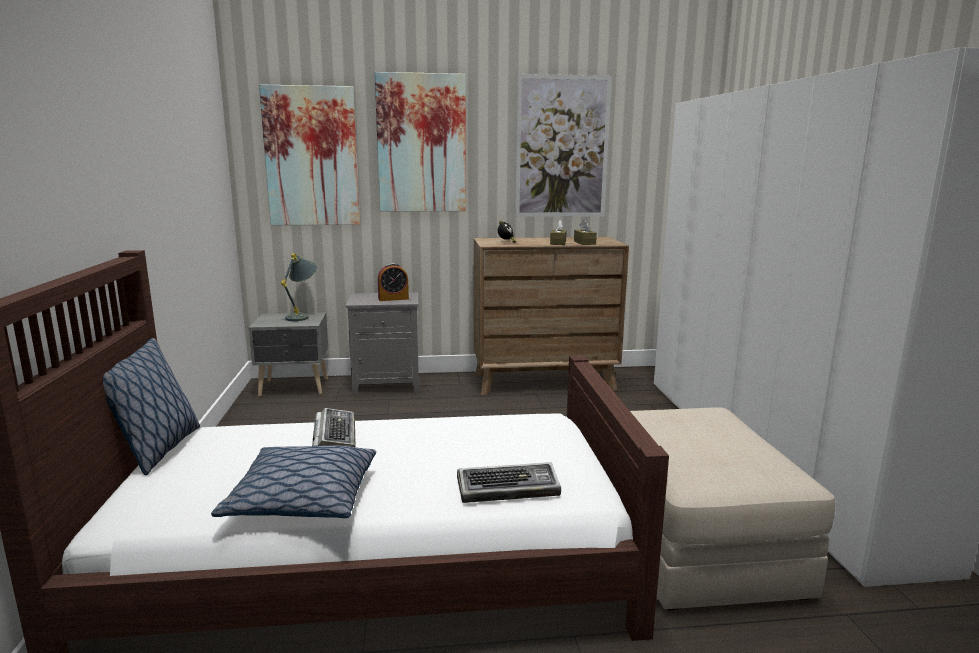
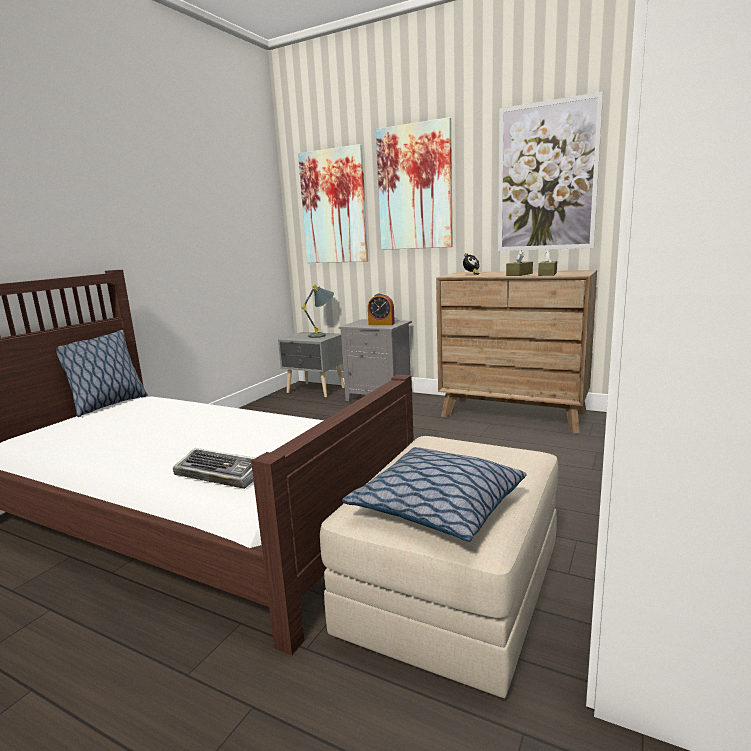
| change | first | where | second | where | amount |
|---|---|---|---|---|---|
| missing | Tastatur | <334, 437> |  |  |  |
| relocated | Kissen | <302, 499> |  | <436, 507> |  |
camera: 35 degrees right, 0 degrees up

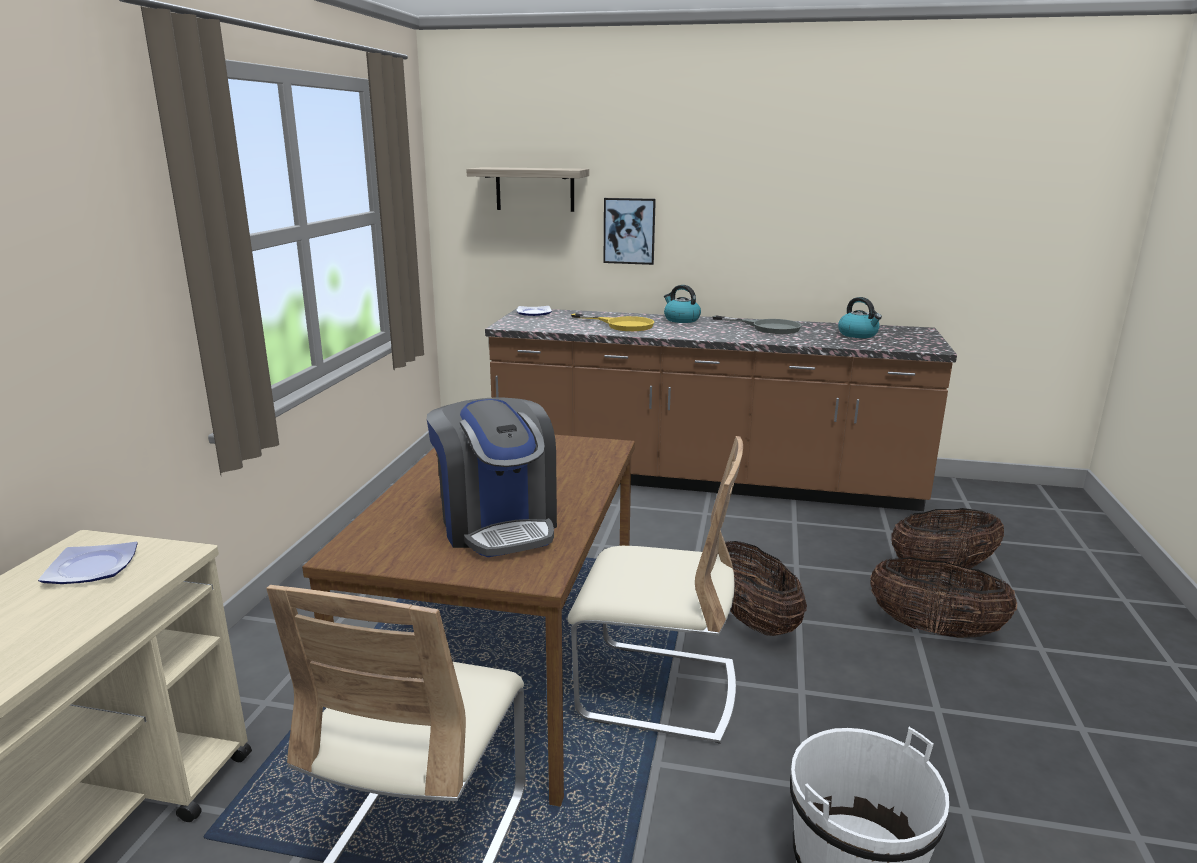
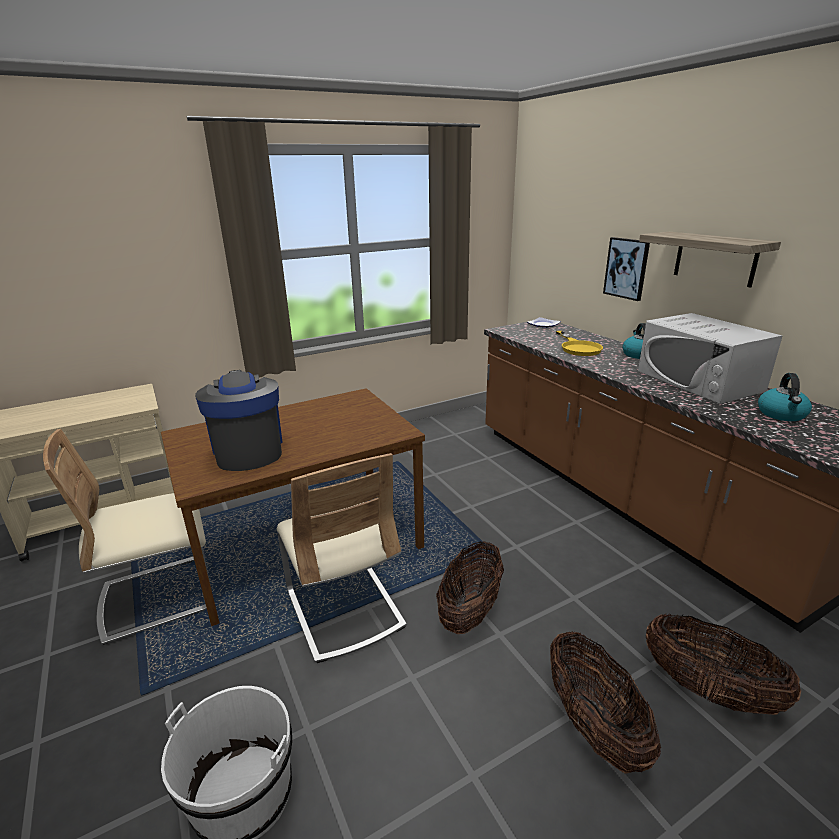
| change | first | where | second | where | amount |
|---|---|---|---|---|---|
| relocated | Wandregal | <535, 189> |  | <715, 258> |  |
| exchanged | Pfanne/grau | <767, 327> | Mikrowelle/weiß | <698, 381> |  |
| spun | Kaffeemaschine | <497, 524> |  | <248, 450> | 135 degrees clockwise |
| missing | Teller | <89, 569> |  |  |  |
camera: 50 degrees right, 5 degrees up

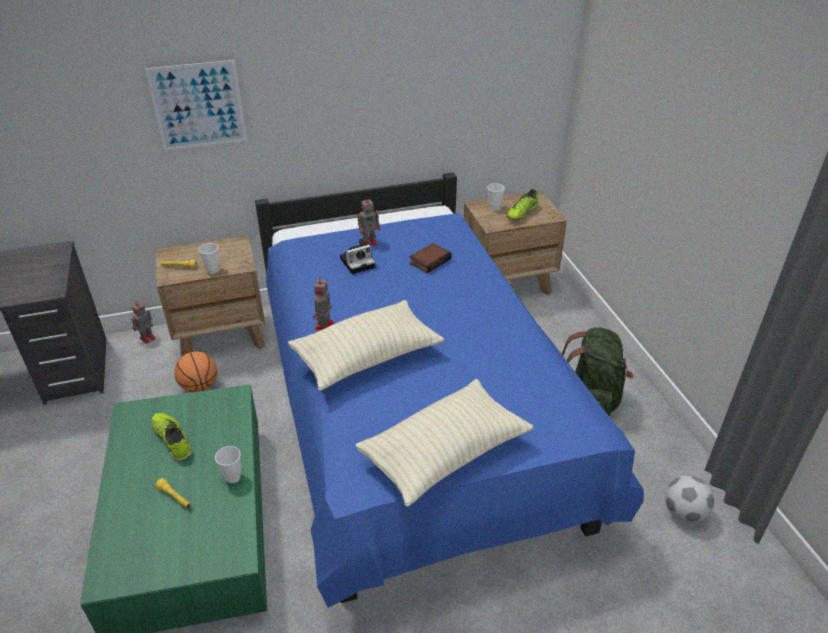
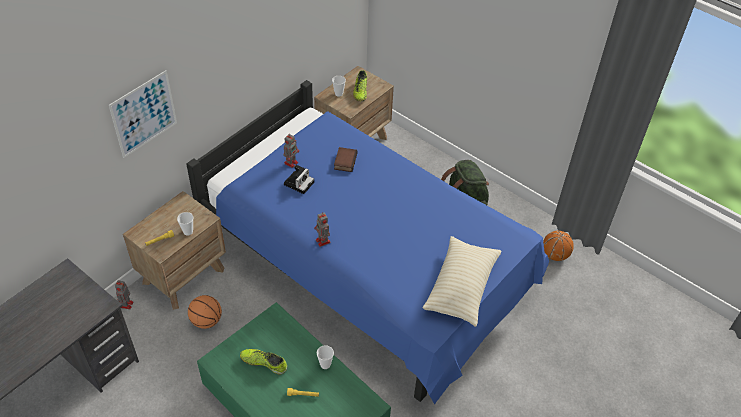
| change | first | where | second | where | amount |
|---|---|---|---|---|---|
| missing | Kissen/beige | <367, 357> |  |  |  |
| exchanged | Fußball | <684, 512> | Basketball | <555, 255> |  |
camera: 35 degrees left, 10 degrees up

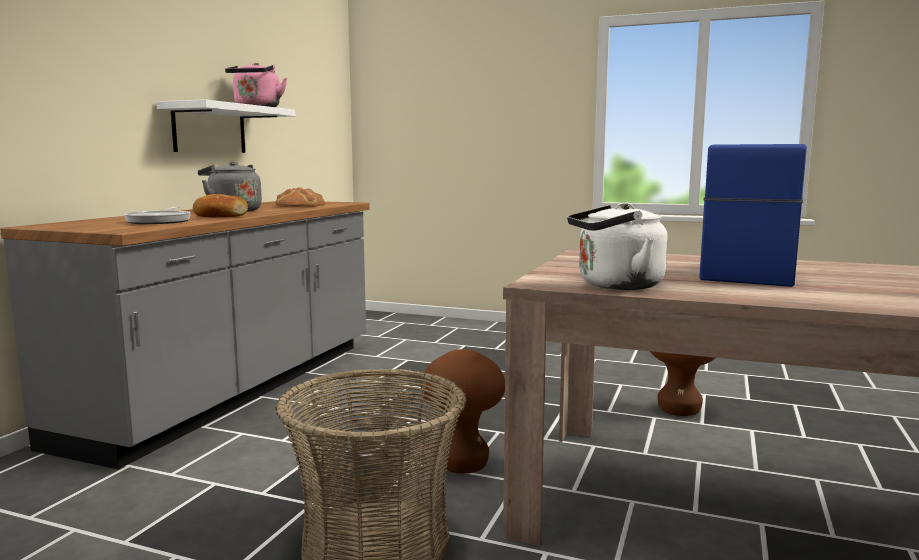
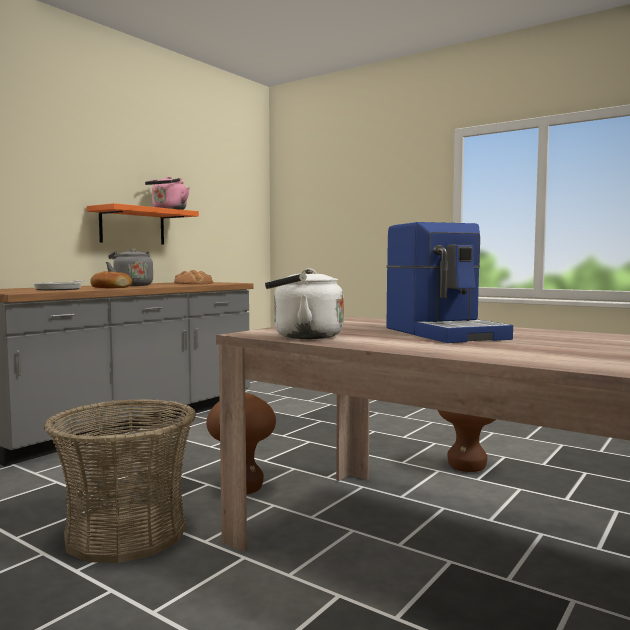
| change | first | where | second | where | amount |
|---|---|---|---|---|---|
| colour | Wandregal/weiß | <209, 129> | Wandregal/orange | <132, 226> |  |
| spun | Kaffeemaschine | <747, 272> |  | <445, 333> | 120 degrees clockwise |
camera: 15 degrees right, 5 degrees down

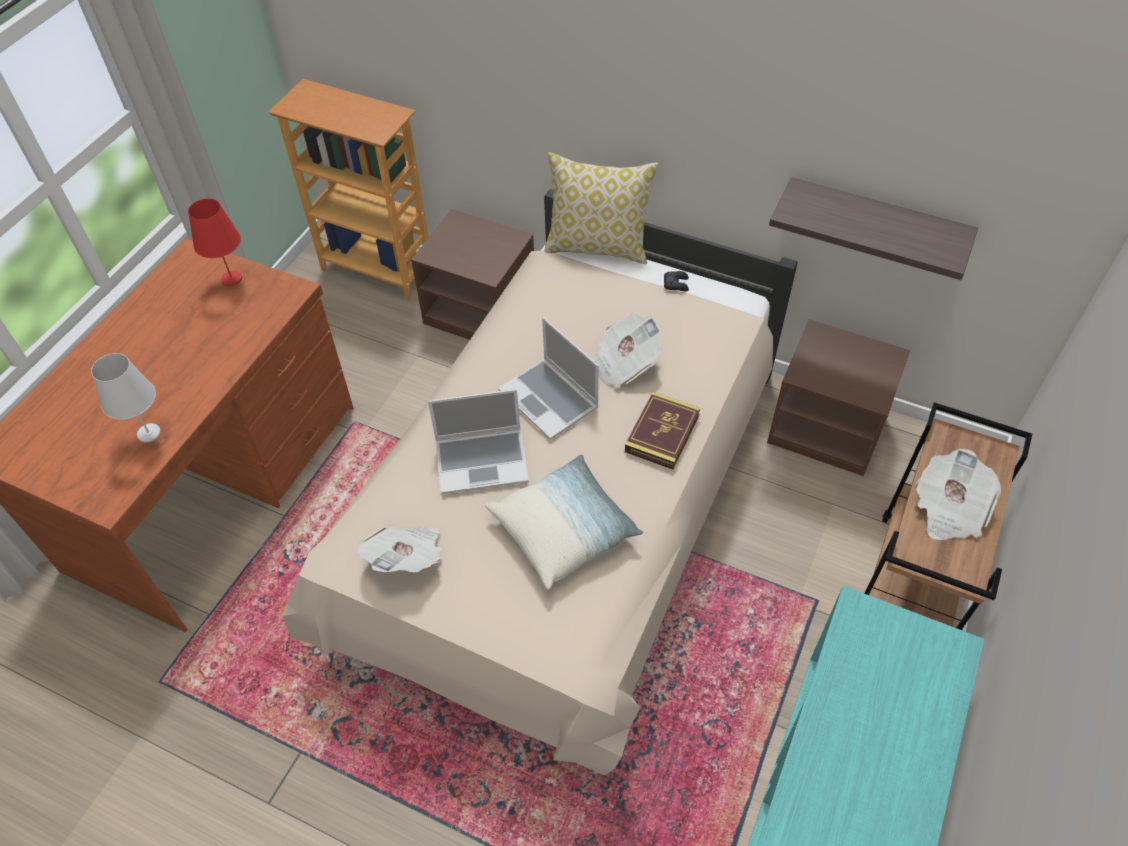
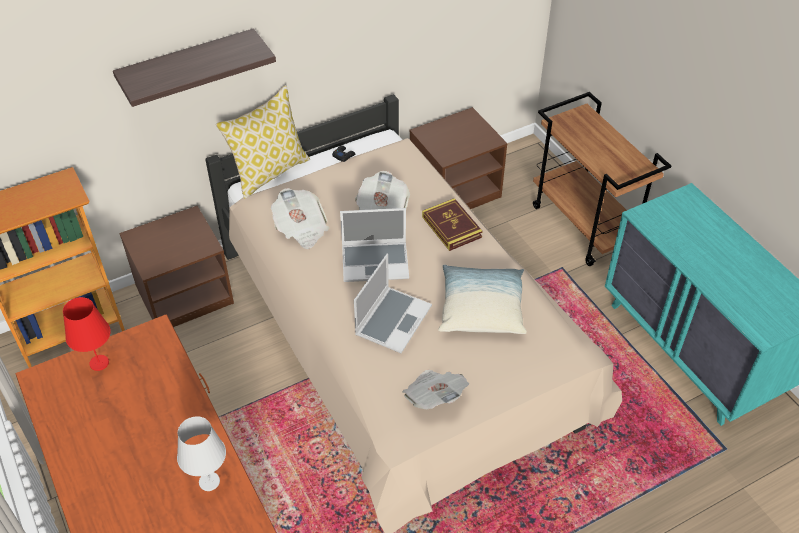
| change | first | where | second | where | amount |
|---|---|---|---|---|---|
| relocated | Wandregal | <875, 223> |  | <188, 67> |  |
| relocated | Zeitung | <949, 509> |  | <301, 229> |  |
camera: 55 degrees left, 5 degrees down

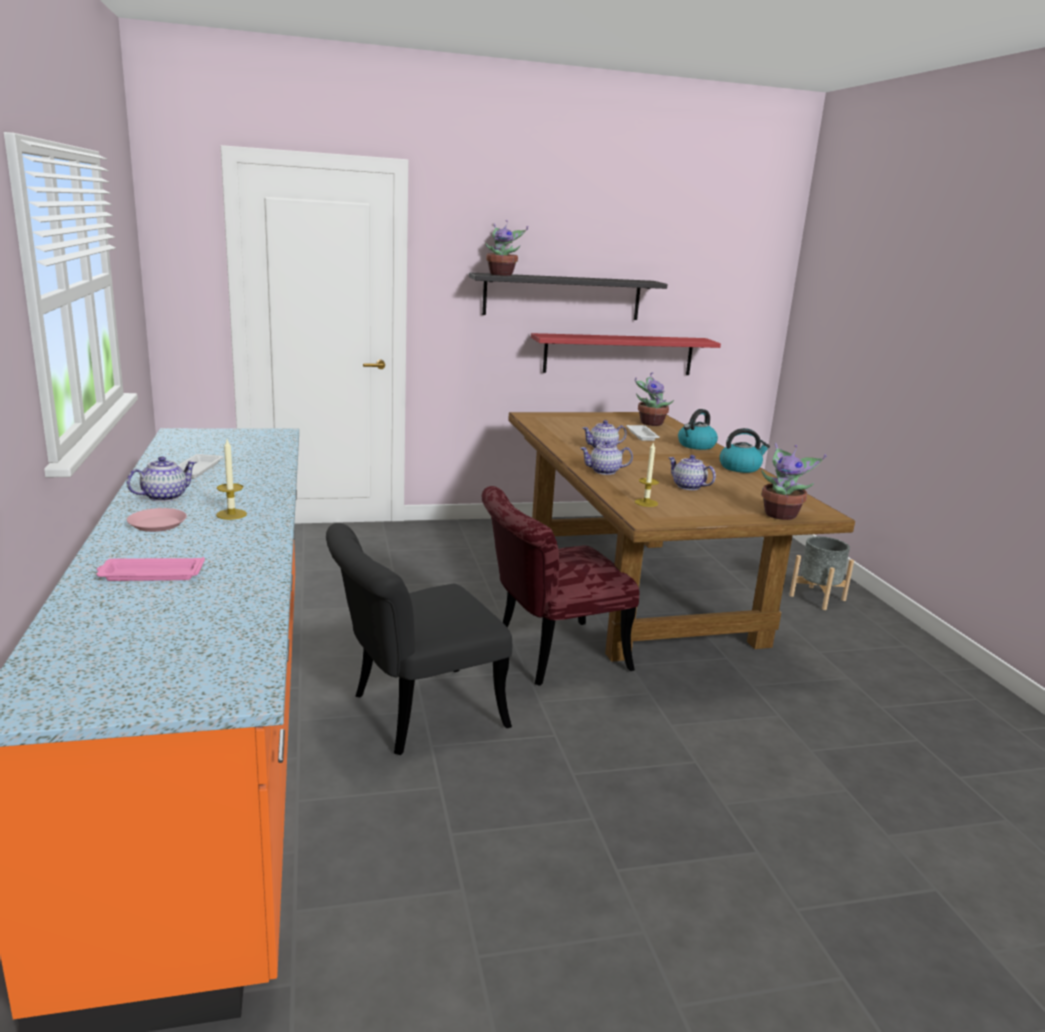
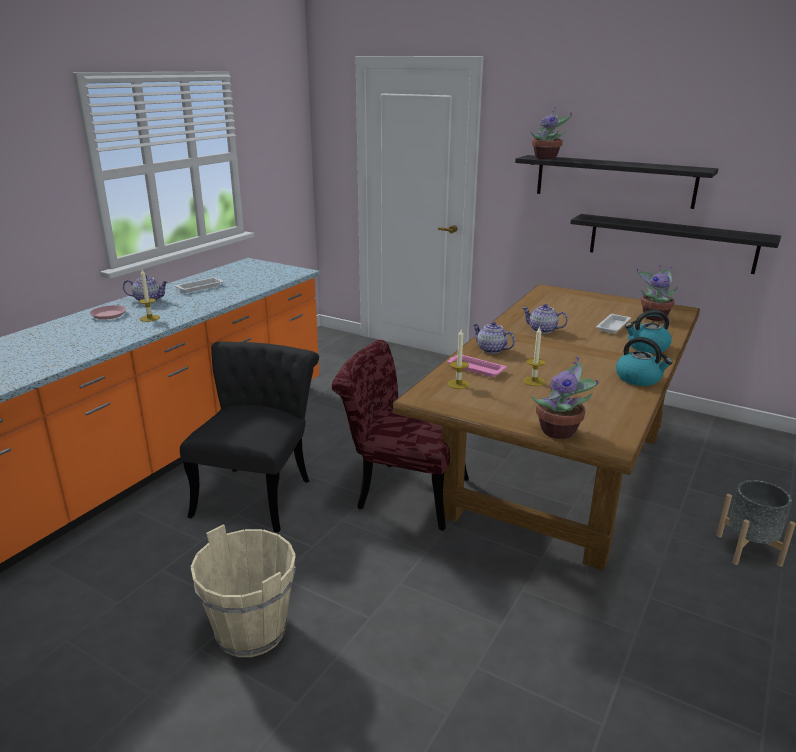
| change | first | where | second | where | amount |
|---|---|---|---|---|---|
| colour | Wandregal/rot | <619, 354> | Wandregal/schwarz | <671, 243> |  |
| exchanged | Teekanne | <688, 486> | Kerze | <534, 381> |  |
| spun | Stuhl/schwarz | <413, 714> |  | <258, 491> | 90 degrees clockwise |
| relocated | Tablett/rosa | <150, 575> |  | <475, 368> |  |
| appeared |  |  | Eimer/beige | <252, 631> |  |
camera: 45 degrees right, 5 degrees up

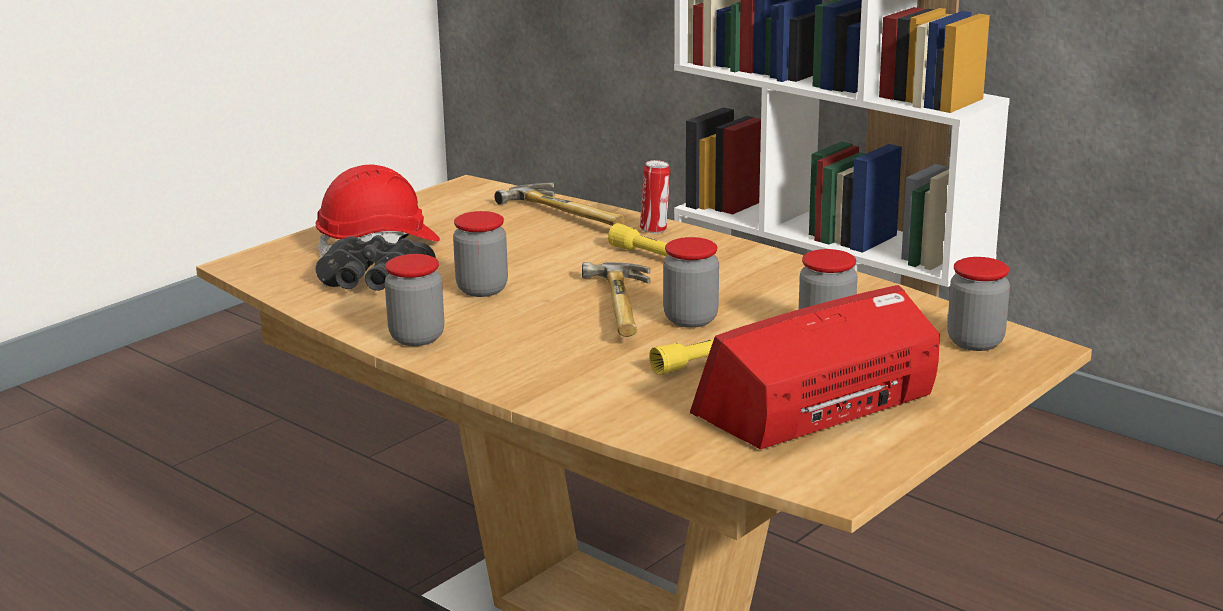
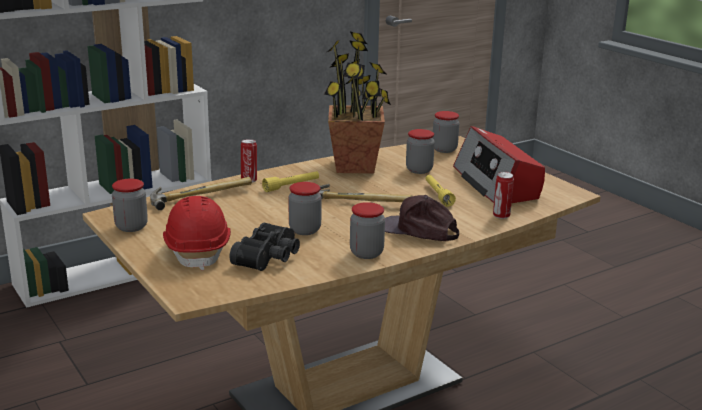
| change | first | where | second | where | amount |
|---|---|---|---|---|---|
| relocated | Vorratsglas | <690, 319> |  | <131, 227> |  |
| appeared |  |  | Topfpflanze | <355, 166> |  |
| appeared |  |  | Dose | <501, 216> |  |
| appeared |  |  | Kappe/braun | <419, 231> |  |
camera: 75 degrees left, 0 degrees up

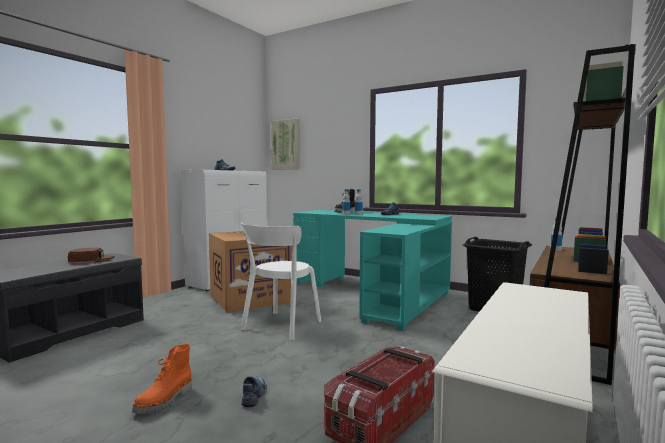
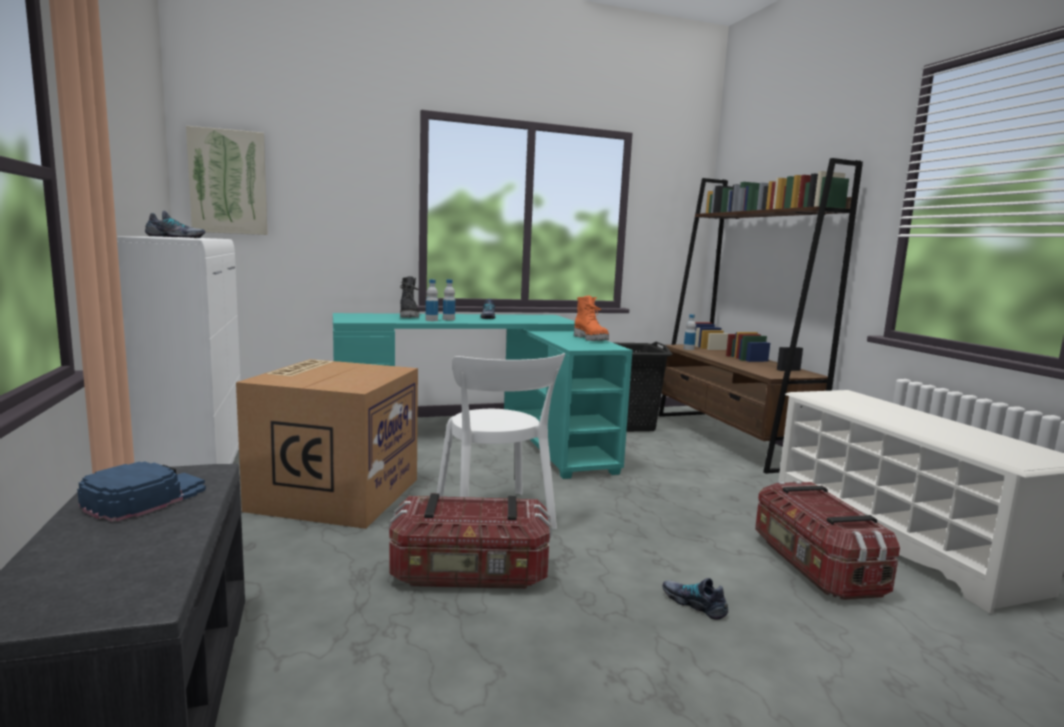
| change | first | where | second | where | amount |
|---|---|---|---|---|---|
| colour | Kappe/braun | <91, 260> | Kappe/blau | <144, 498> |  |
| relocated | Stiefel/orange | <165, 401> |  | <591, 339> |  |
| appeared |  |  | Aufbewahrungsbox | <470, 574> |  |
camera: 50 degrees left, 5 degrees up

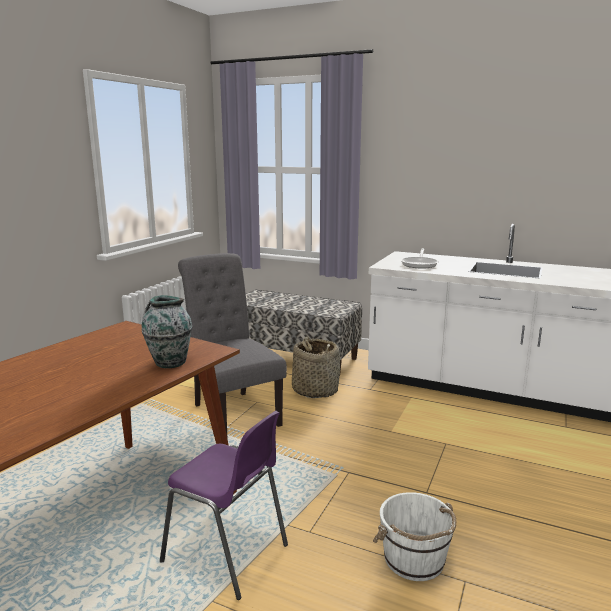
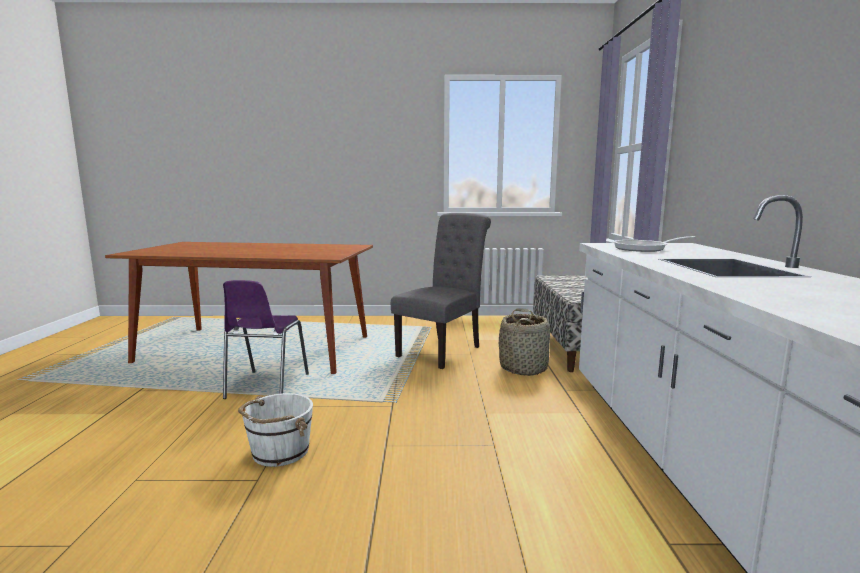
| change | first | where | second | where | amount |
|---|---|---|---|---|---|
| missing | Vase | <169, 362> |  |  |  |
camera: 65 degrees right, 5 degrees down

